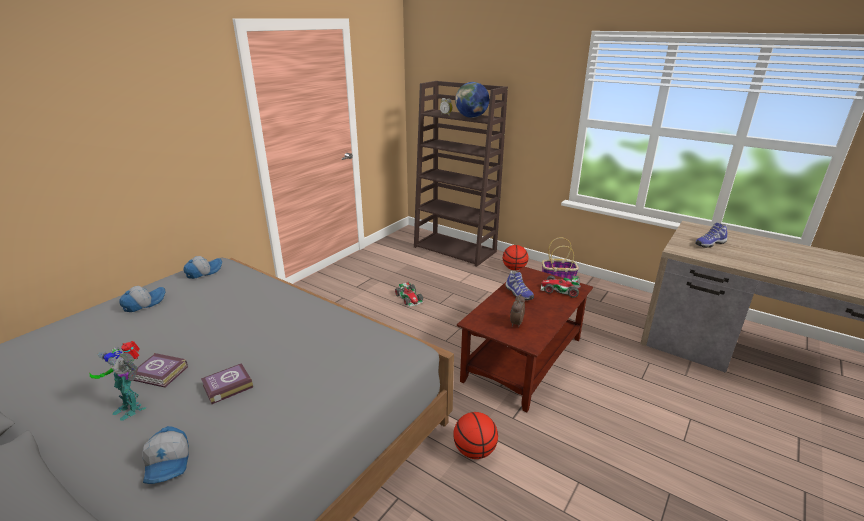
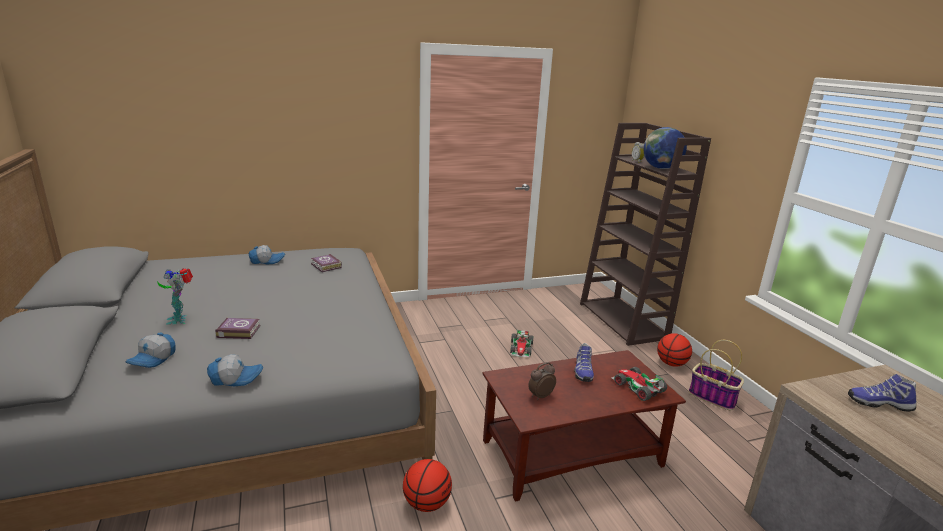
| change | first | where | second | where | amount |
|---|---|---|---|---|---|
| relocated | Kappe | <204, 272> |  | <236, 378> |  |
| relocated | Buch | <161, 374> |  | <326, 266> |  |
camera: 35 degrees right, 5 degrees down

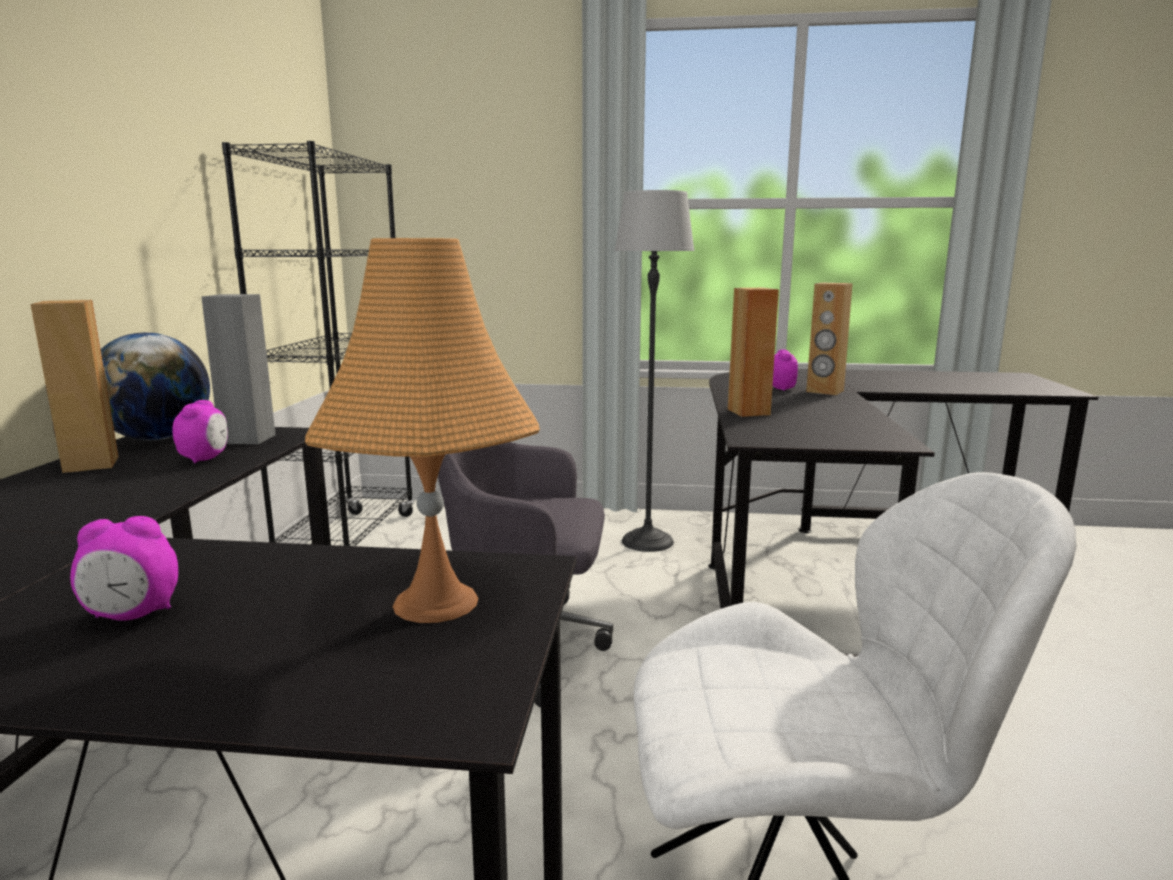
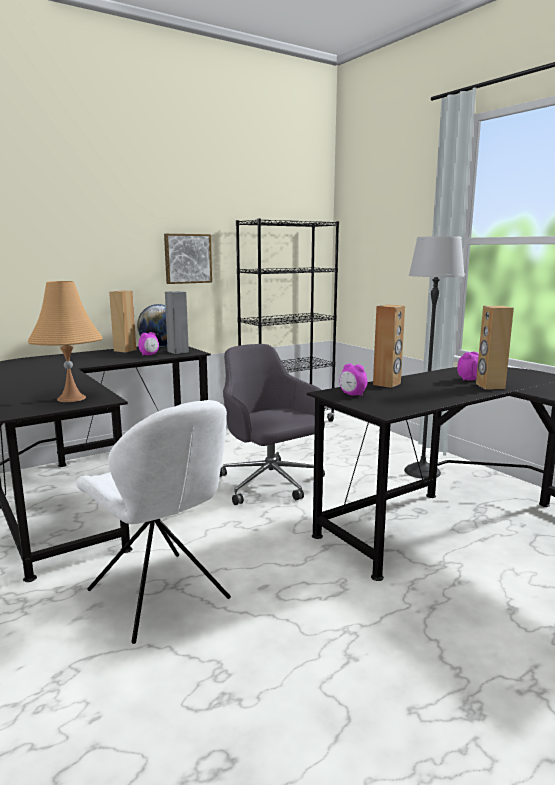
| change | first | where | second | where | amount |
|---|---|---|---|---|---|
| relocated | Wecker | <133, 615> |  | <352, 395> |  |
| appeared |  |  | Bild | <187, 258> |  |
camera: 50 degrees right, 0 degrees up

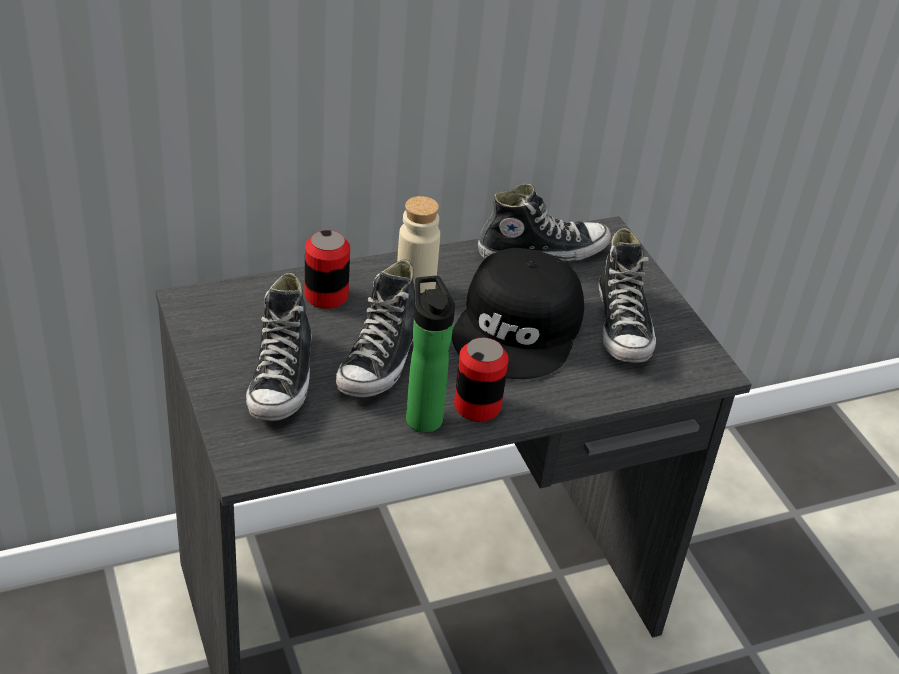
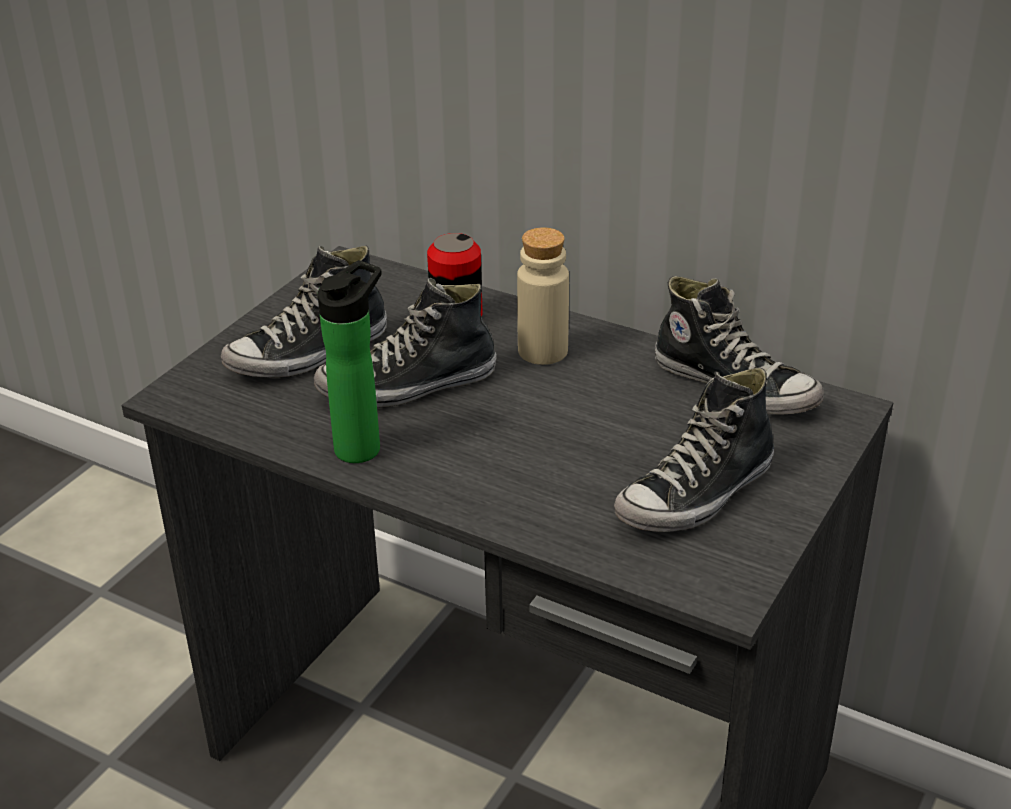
| change | first | where | second | where | amount |
|---|---|---|---|---|---|
| missing | Kappe/schwarz | <519, 329> |  |  |  |
| missing | Dose | <477, 406> |  |  |  |
camera: 55 degrees right, 5 degrees down

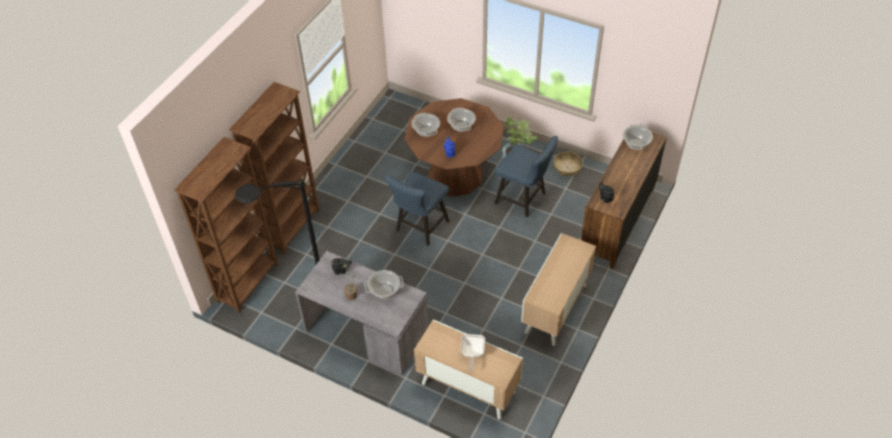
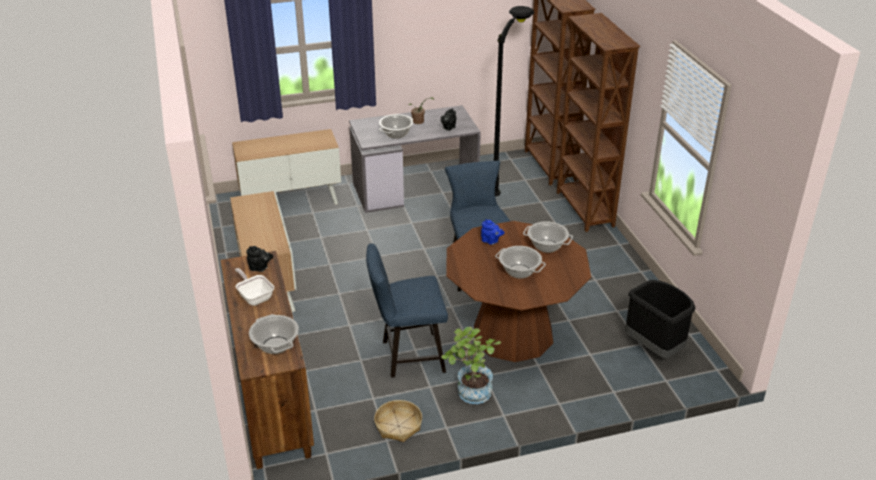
| change | first | where | second | where | amount |
|---|---|---|---|---|---|
| relocated | Pfanne | <472, 353> |  | <255, 297> |  |
| appeared |  |  | Mülleimer/schwarz | <654, 348> |  |
camera: 135 degrees right, 15 degrees down

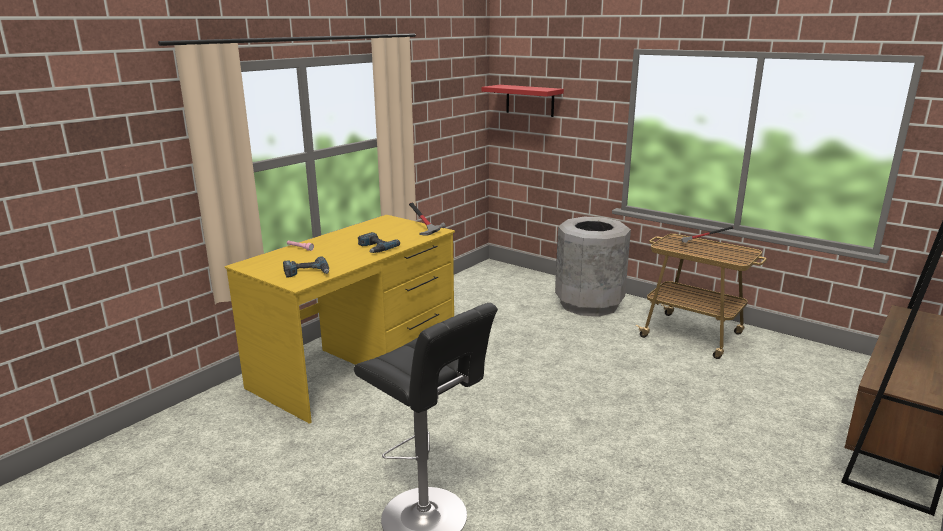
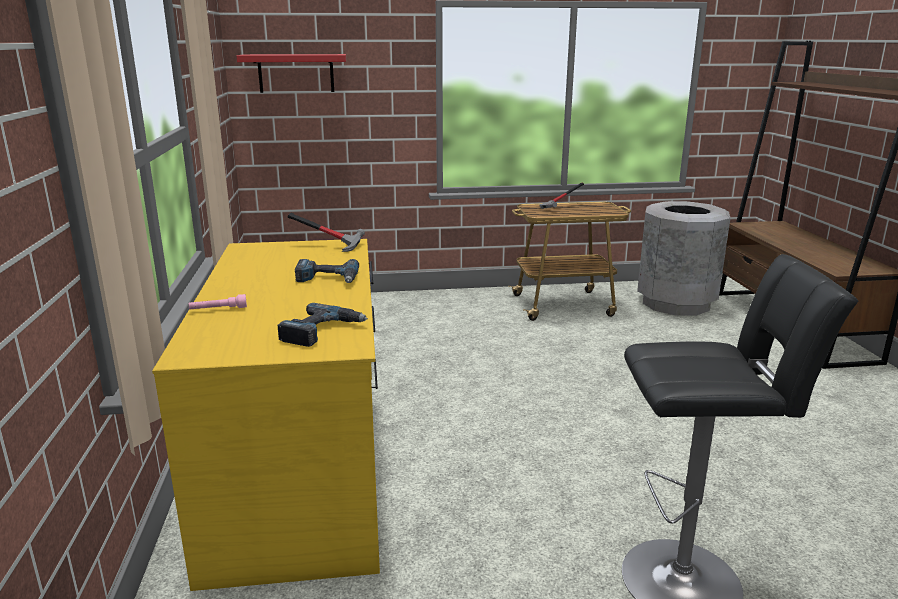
| change | first | where | second | where | amount |
|---|---|---|---|---|---|
| relocated | Mülleimer/grau | <588, 304> |  | <675, 303> |  |
camera: 45 degrees left, 0 degrees up

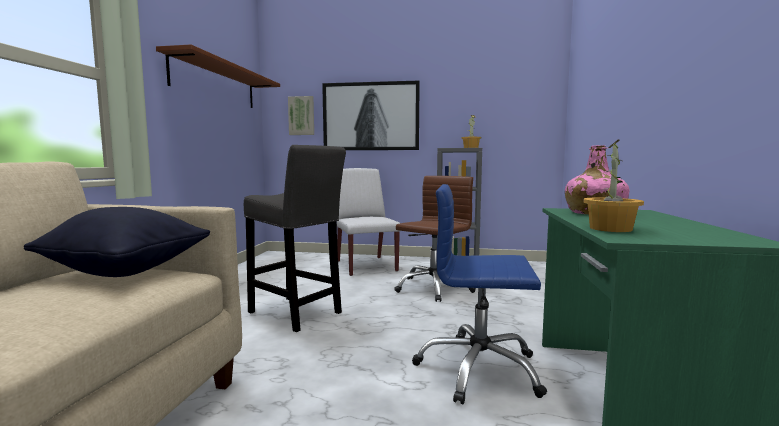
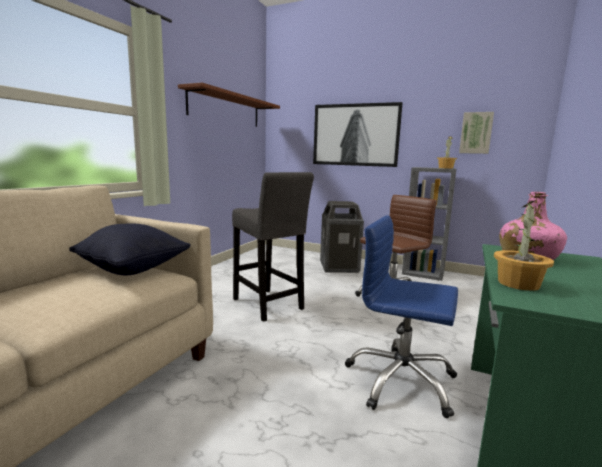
| change | first | where | second | where | amount |
|---|---|---|---|---|---|
| relocated | Bild | <301, 116> |  | <476, 133> |  |
| exchanged | Stuhl/weiß | <365, 266> | Mülleimer | <339, 267> |  |
camera: 15 degrees right, 5 degrees up

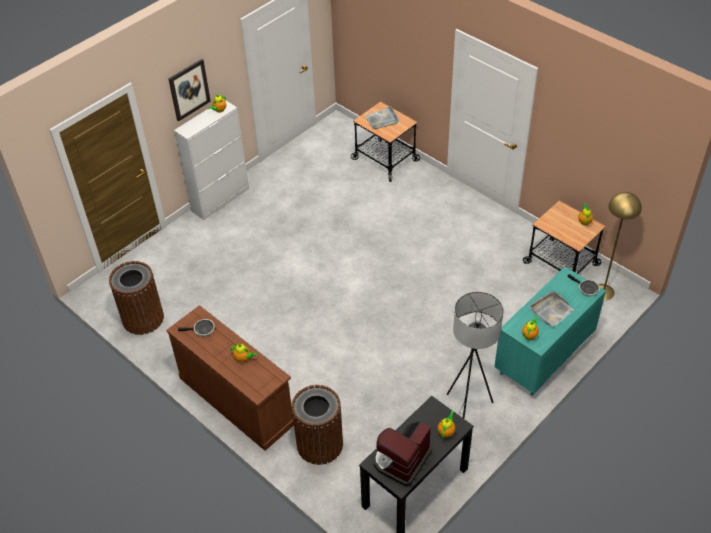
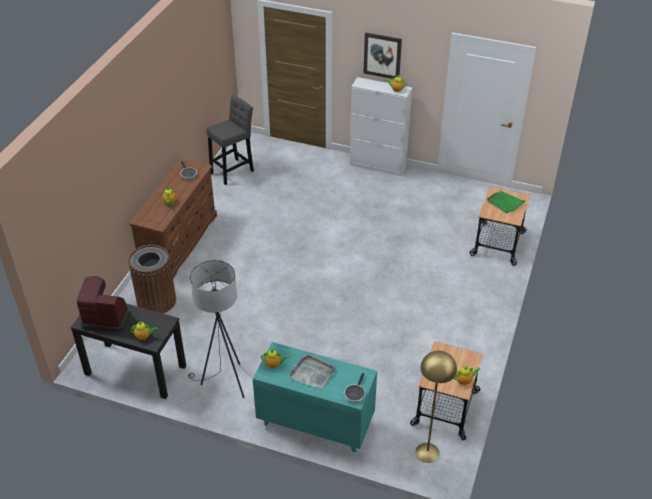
| change | first | where | second | where | amount |
|---|---|---|---|---|---|
| colour | Tablett/grau | <382, 119> | Tablett/grün | <505, 203> |  |
| exchanged | Mülleimer/braun | <143, 318> | Hocker/grau | <233, 171> |  |
camera: 65 degrees right, 5 degrees down

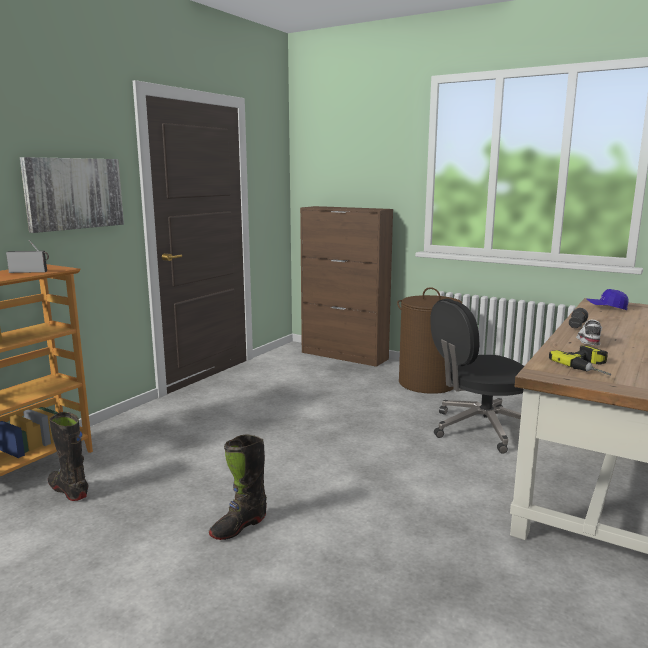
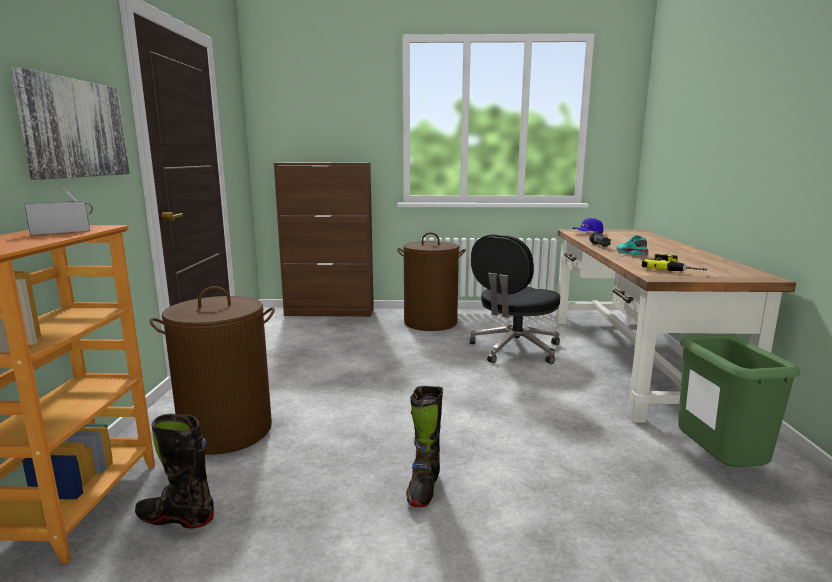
| change | first | where | second | where | amount |
|---|---|---|---|---|---|
| colour | Schuh/weiß | <588, 341> | Schuh/türkis | <630, 254> |  |
| appeared |  |  | Wäschekorb/braun | <226, 431> |  |
| appeared |  |  | Mülleimer/grün | <715, 466> |  |
camera: 30 degrees left, 0 degrees up

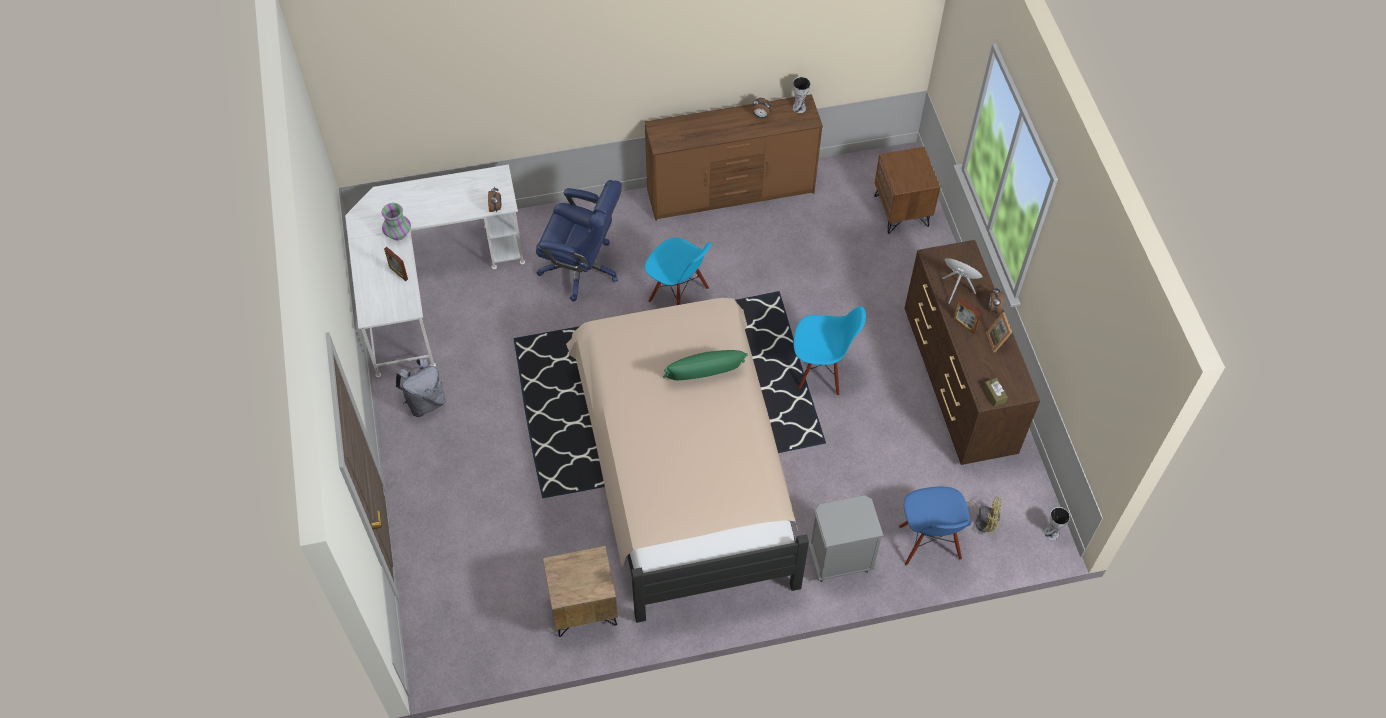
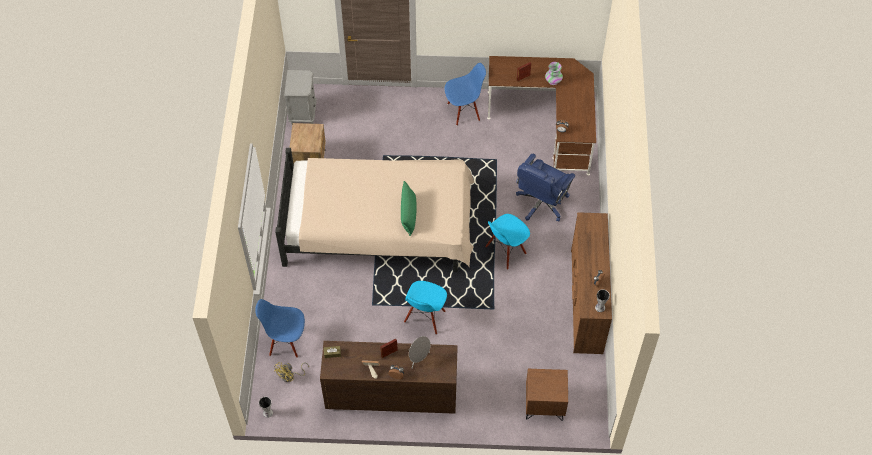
| change | first | where | second | where | amount |
|---|---|---|---|---|---|
| colour | Schreibtisch/weiß | <428, 284> | Schreibtisch/braun | <549, 123> |  |
| exchanged | Rucksack/grau | <425, 402> | Stuhl/blau | <463, 111> |  |
| relocated | Nachttisch/grau | <839, 560> |  | <303, 113> |  |
camera: 105 degrees right, 0 degrees up

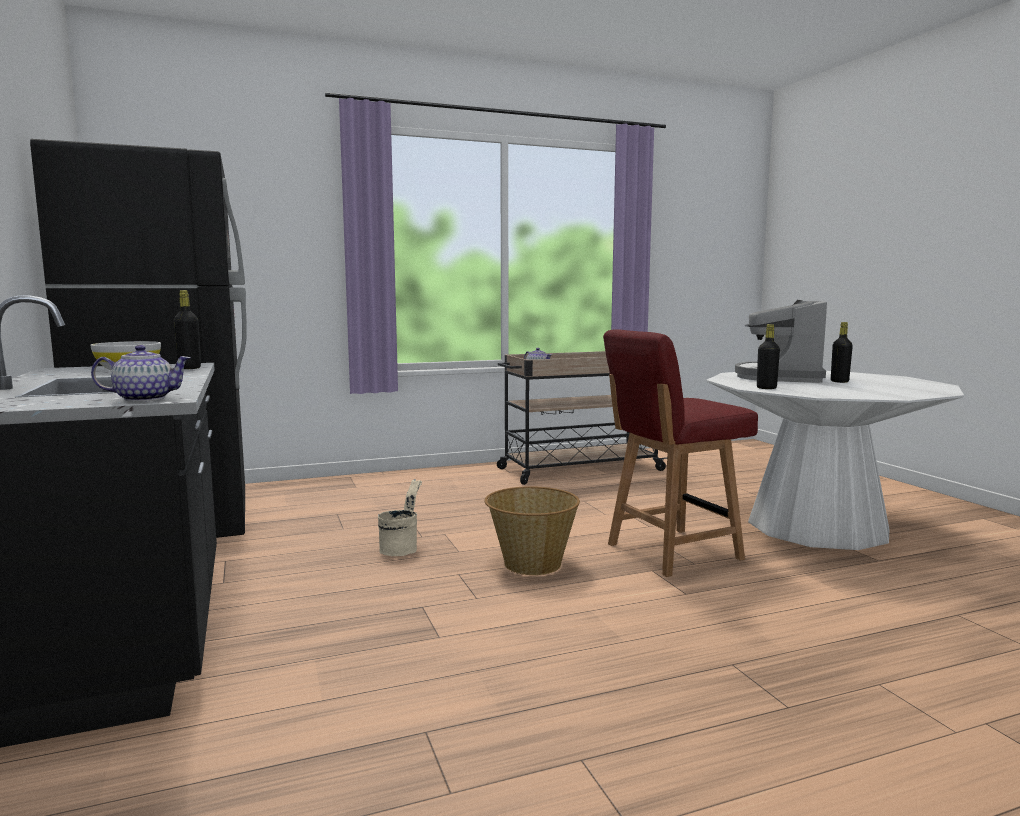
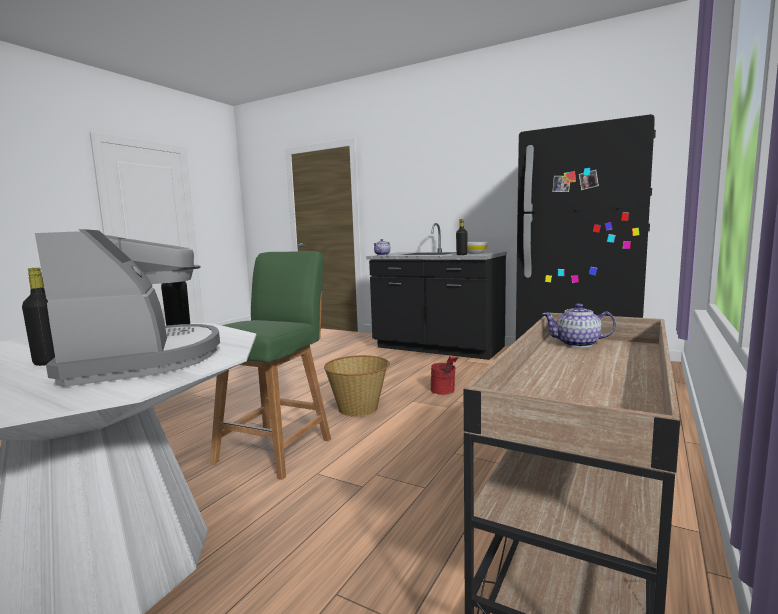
| change | first | where | second | where | amount |
|---|---|---|---|---|---|
| colour | Stuhl/rot | <671, 552> | Stuhl/grün | <275, 449> |  |
| colour | Eimer/beige | <401, 548> | Eimer/rot | <444, 392> |  |
camera: 140 degrees right, 0 degrees up

